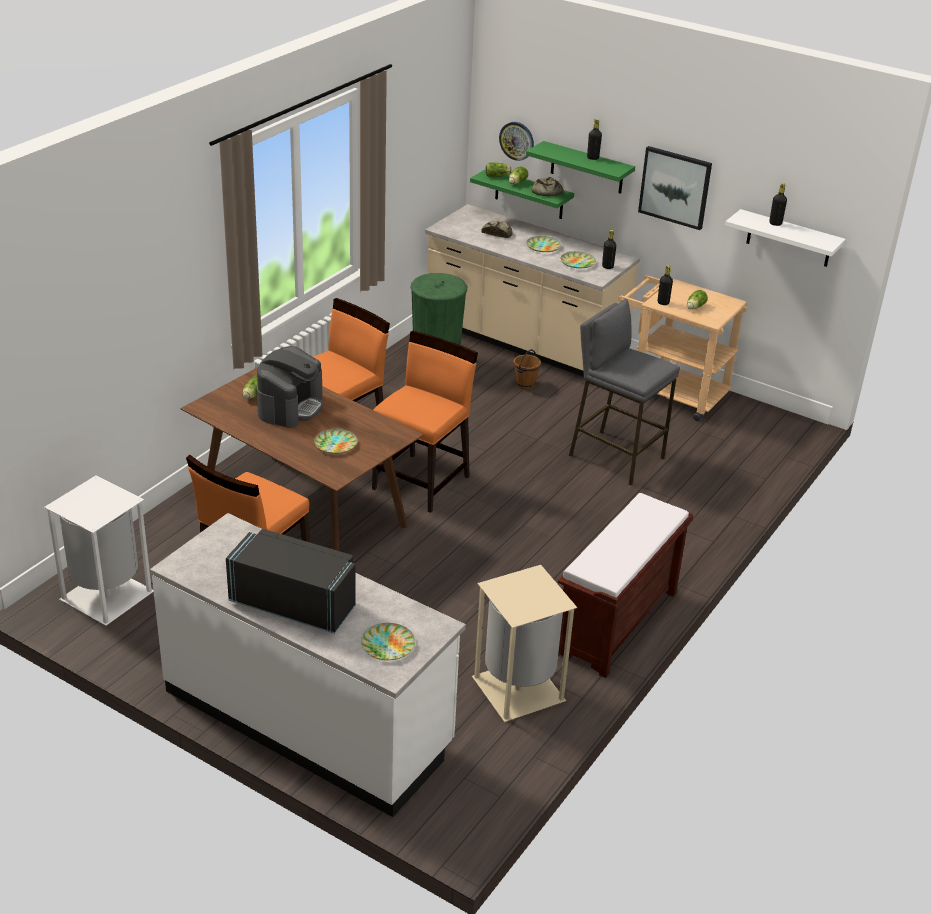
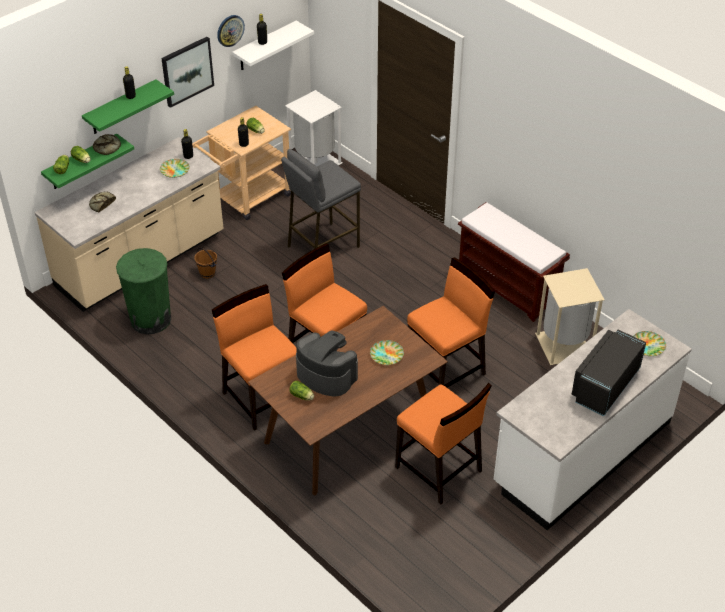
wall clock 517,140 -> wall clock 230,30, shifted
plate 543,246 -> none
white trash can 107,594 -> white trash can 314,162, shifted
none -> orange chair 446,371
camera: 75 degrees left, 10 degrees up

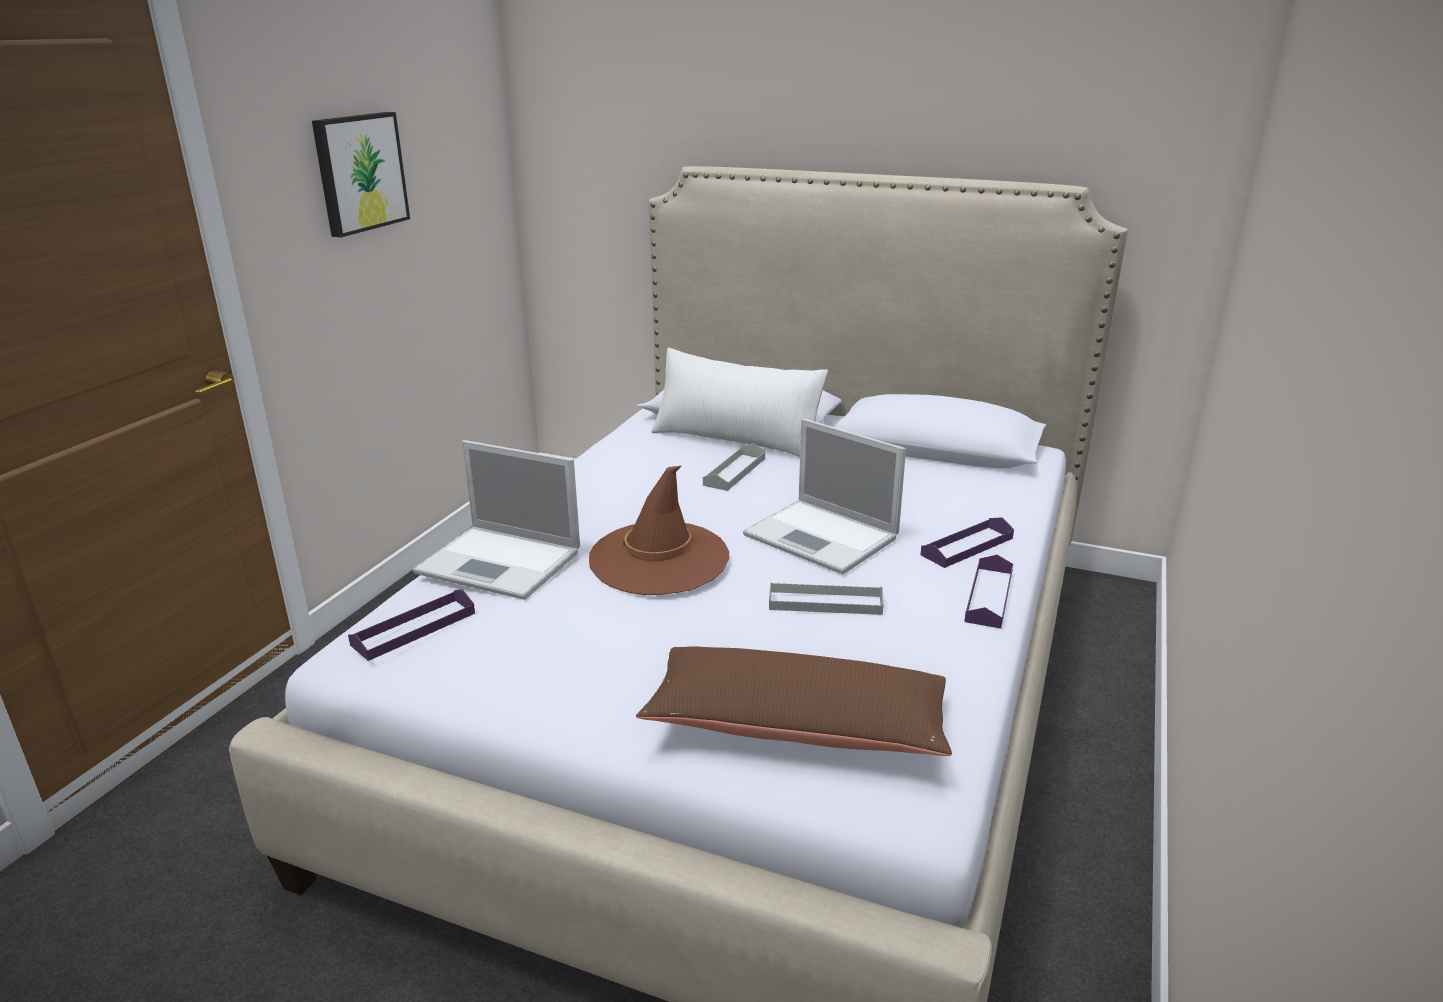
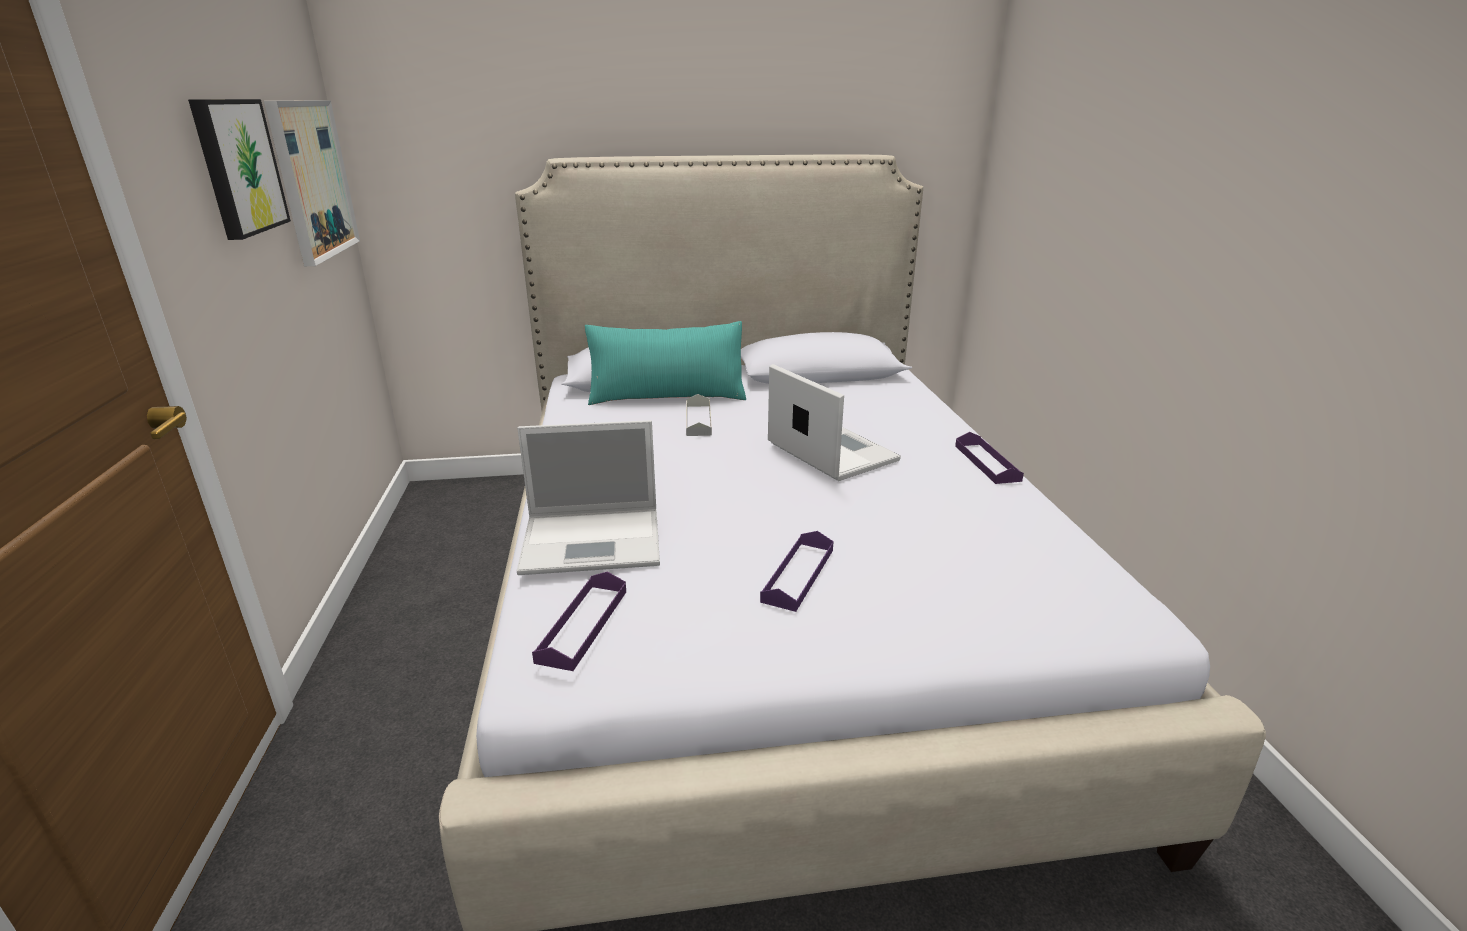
white pillow 736,439 -> turquoise pillow 667,396
laptop 823,537 -> laptop 830,451, 135 degrees counterclockwise
brown hat 659,559 -> none
purple tray 967,546 -> purple tray 798,575, shifted
grey tray 825,603 -> none
brown pillow 797,725 -> none
none -> picture 312,179
camera: 30 degrees left, 0 degrees up

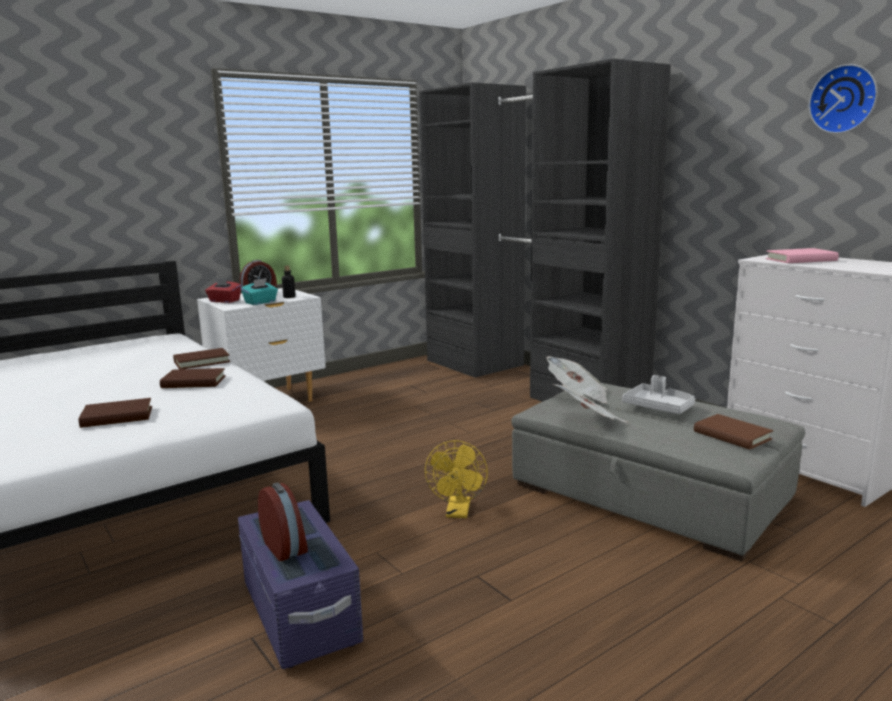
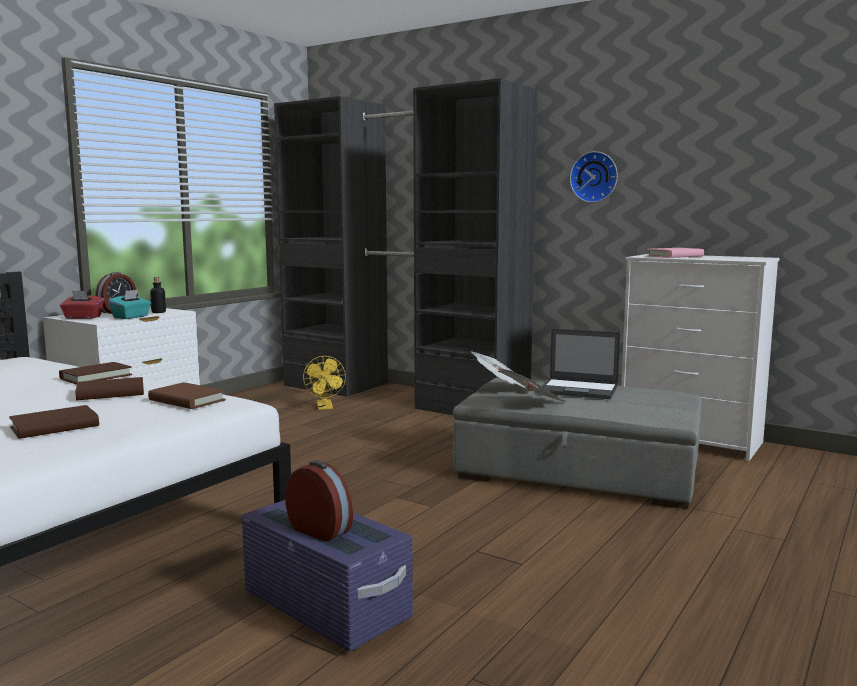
wall clock 844,99 -> wall clock 594,177, shifted
grey tray 658,407 -> laptop 580,390
brown book 732,435 -> brown book 187,400, shifted
yellow fan 458,513 -> yellow fan 325,407, shifted
camera: 20 degrees left, 5 degrees down

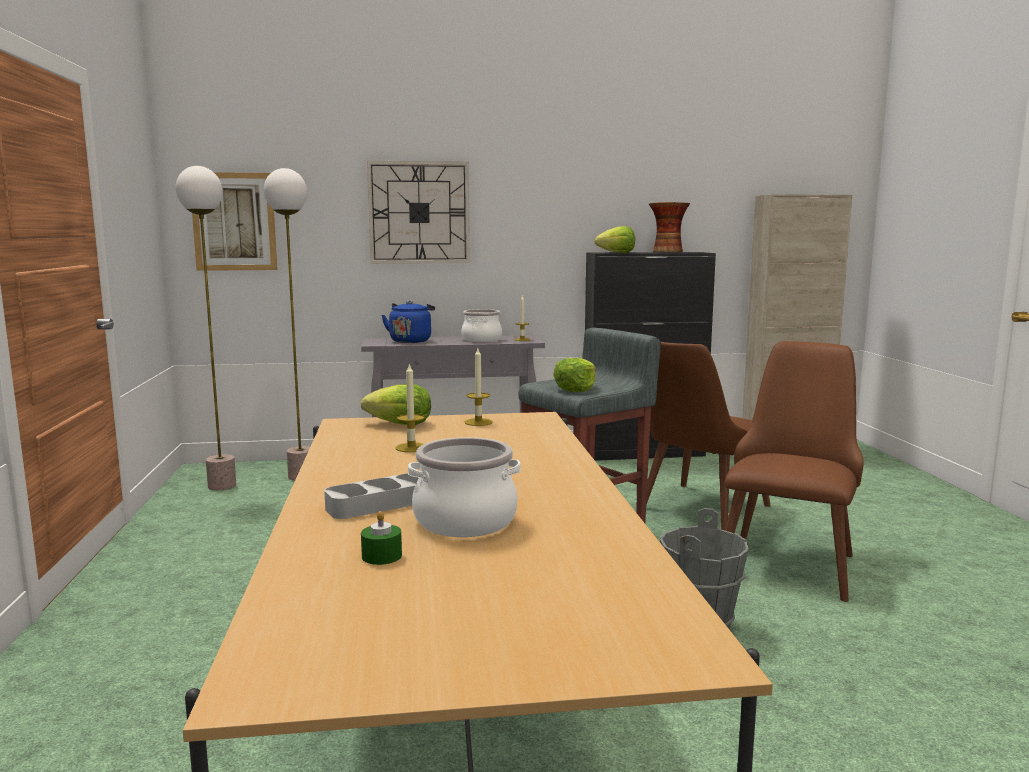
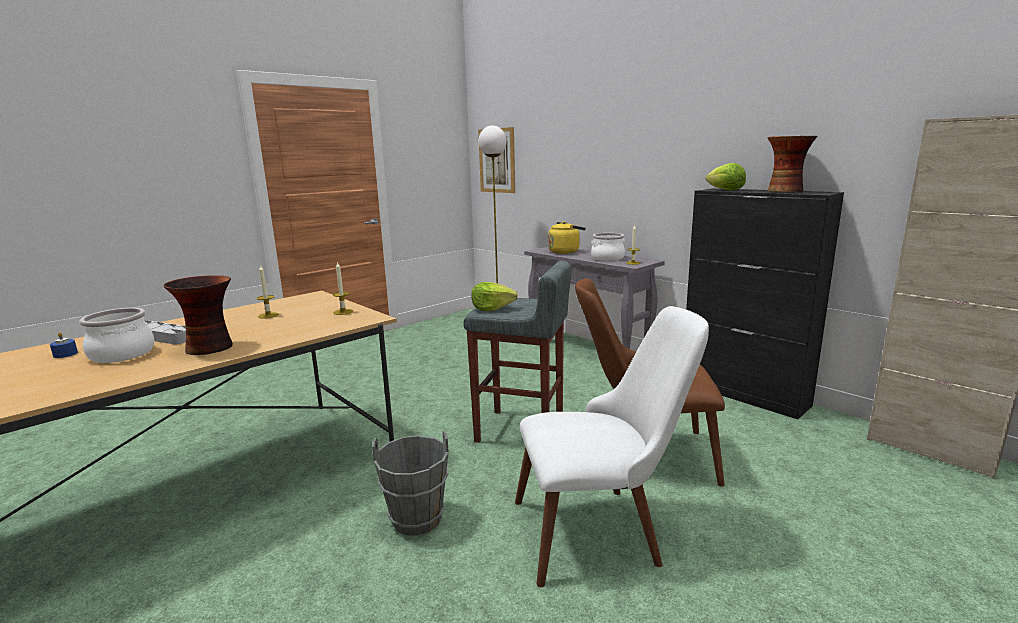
wall clock 419,213 -> none
floor lamp 222,485 -> none
blue kettle 411,341 -> yellow kettle 565,251
brown chair 789,558 -> white chair 603,529
lettuce 400,424 -> none
green candle 381,556 -> blue candle 65,354
none -> vase 211,347
camera: 55 degrees right, 5 degrees up

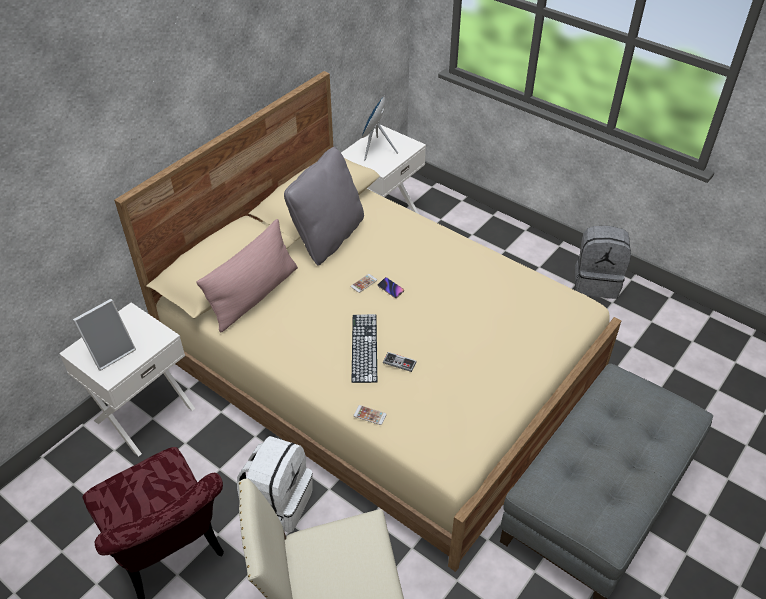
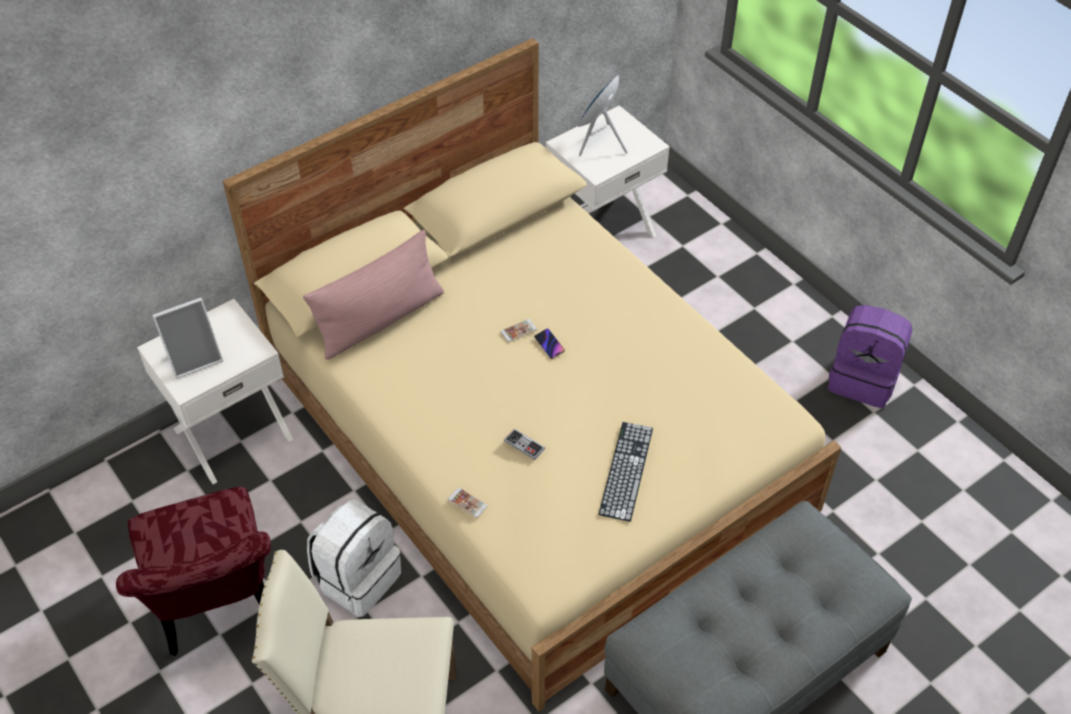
grey pillow 328,238 -> none
grey backpack 596,282 -> purple backpack 863,379
keyboard 364,347 -> keyboard 626,470, shifted
camera: 15 degrees right, 5 degrees up

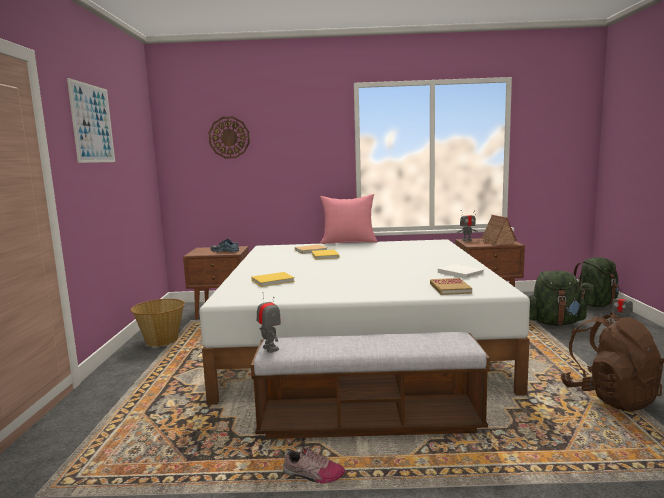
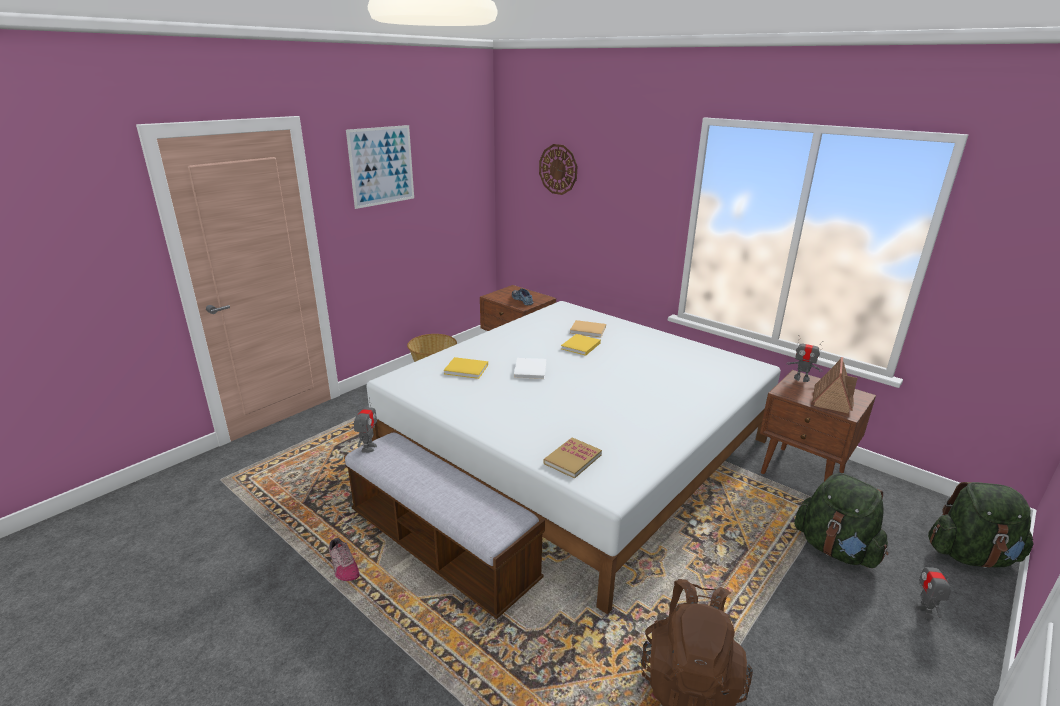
pink pillow 349,242 -> none
white book 459,272 -> white book 530,369, shifted
camera: 40 degrees right, 15 degrees up

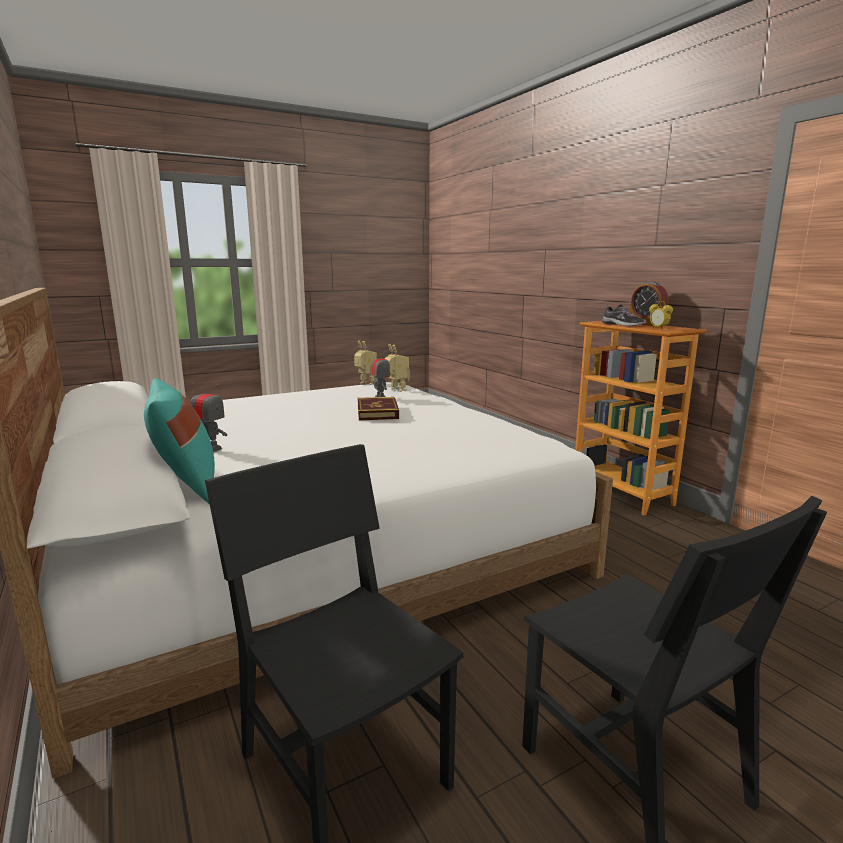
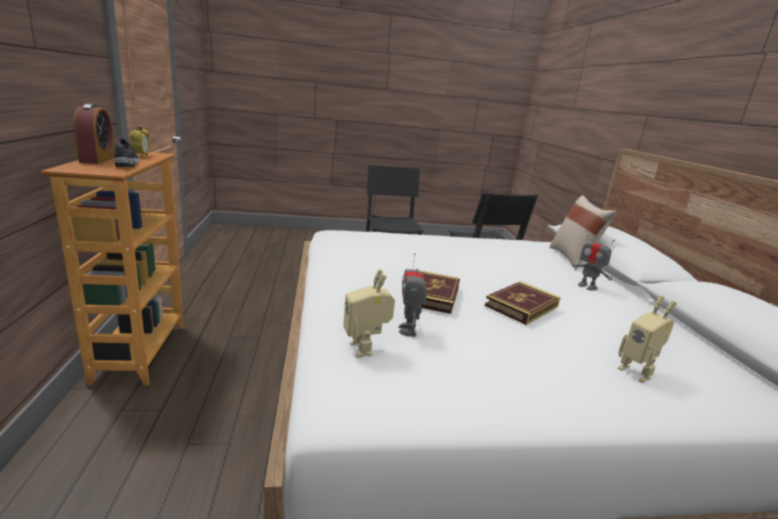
toy robot 366,383 -> toy robot 636,372, shifted
turquoise pillow 186,487 -> beige pillow 573,259
none -> book 521,306
camera: 160 degrees left, 5 degrees up

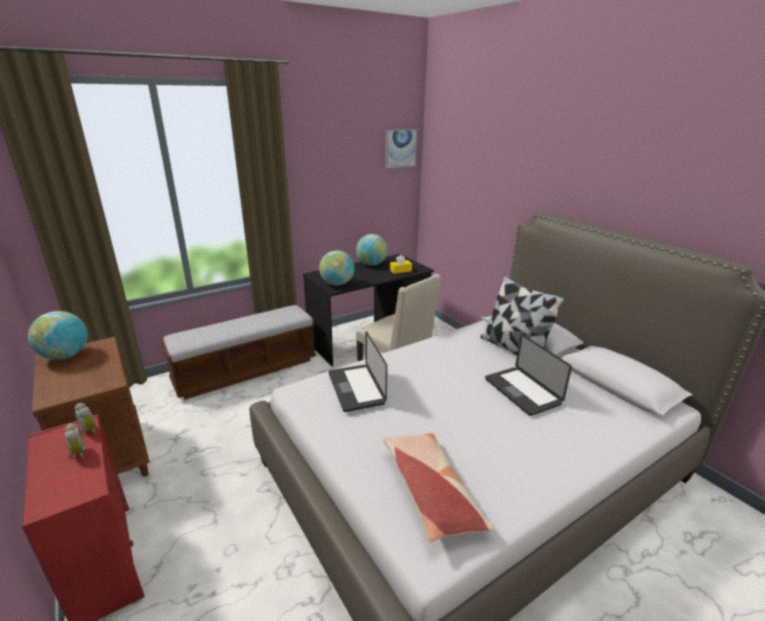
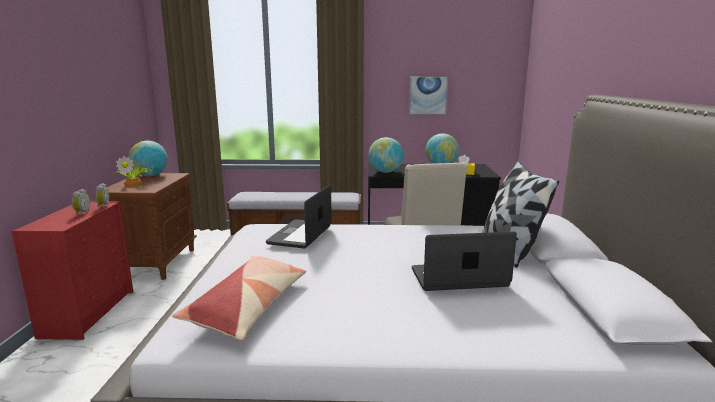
picture 400,148 -> picture 428,95, shifted
laptop 522,391 -> laptop 459,278, 75 degrees clockwise
none -> potted plant 134,185
camera: 35 degrees right, 10 degrees down

